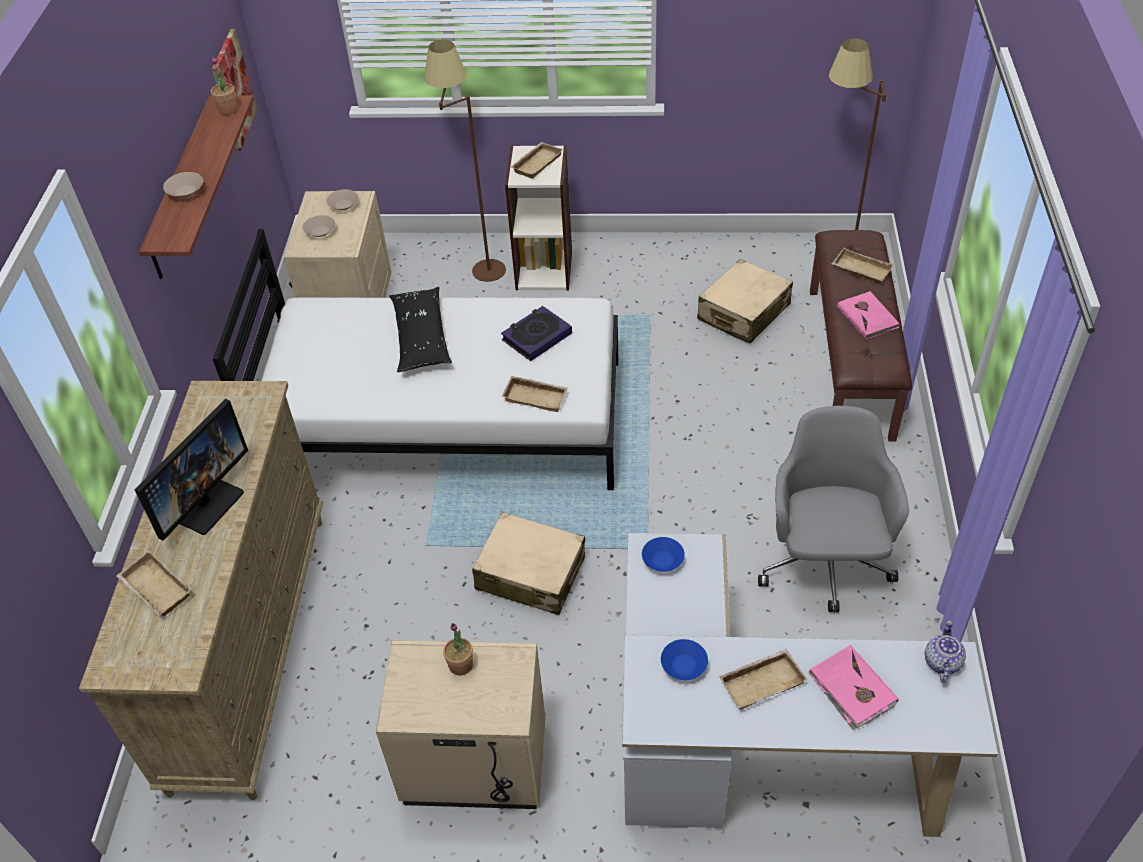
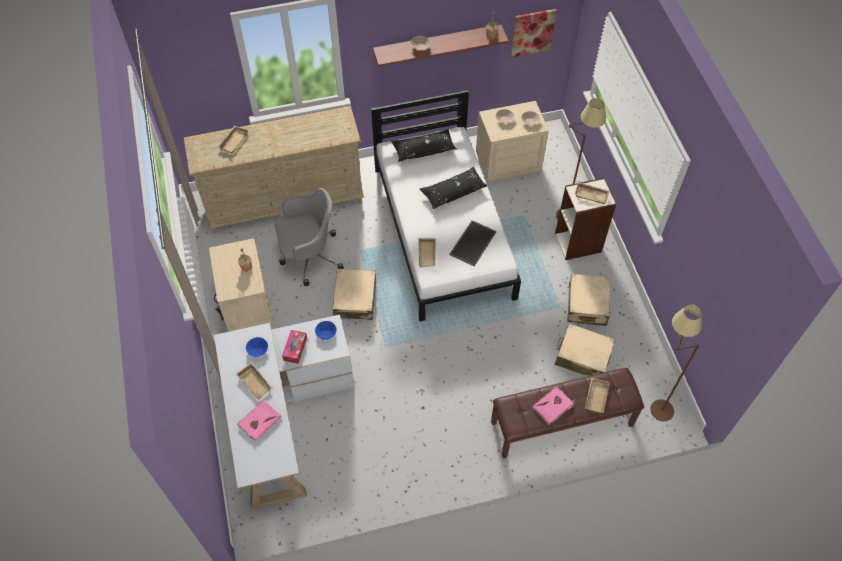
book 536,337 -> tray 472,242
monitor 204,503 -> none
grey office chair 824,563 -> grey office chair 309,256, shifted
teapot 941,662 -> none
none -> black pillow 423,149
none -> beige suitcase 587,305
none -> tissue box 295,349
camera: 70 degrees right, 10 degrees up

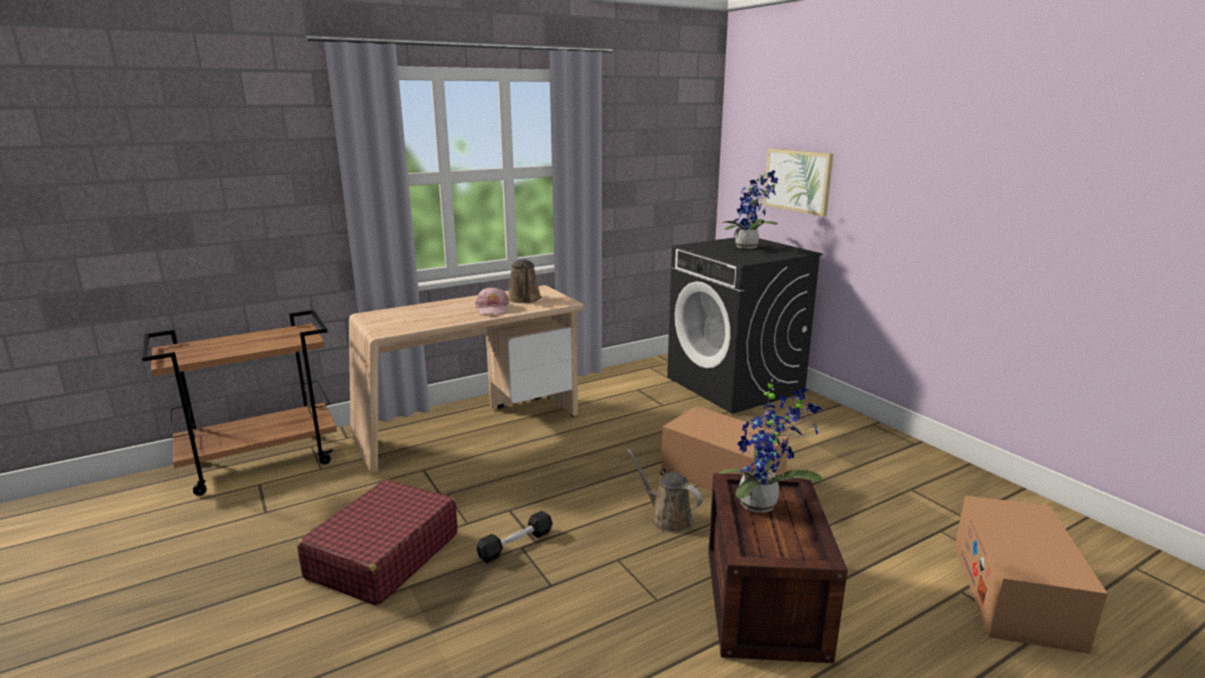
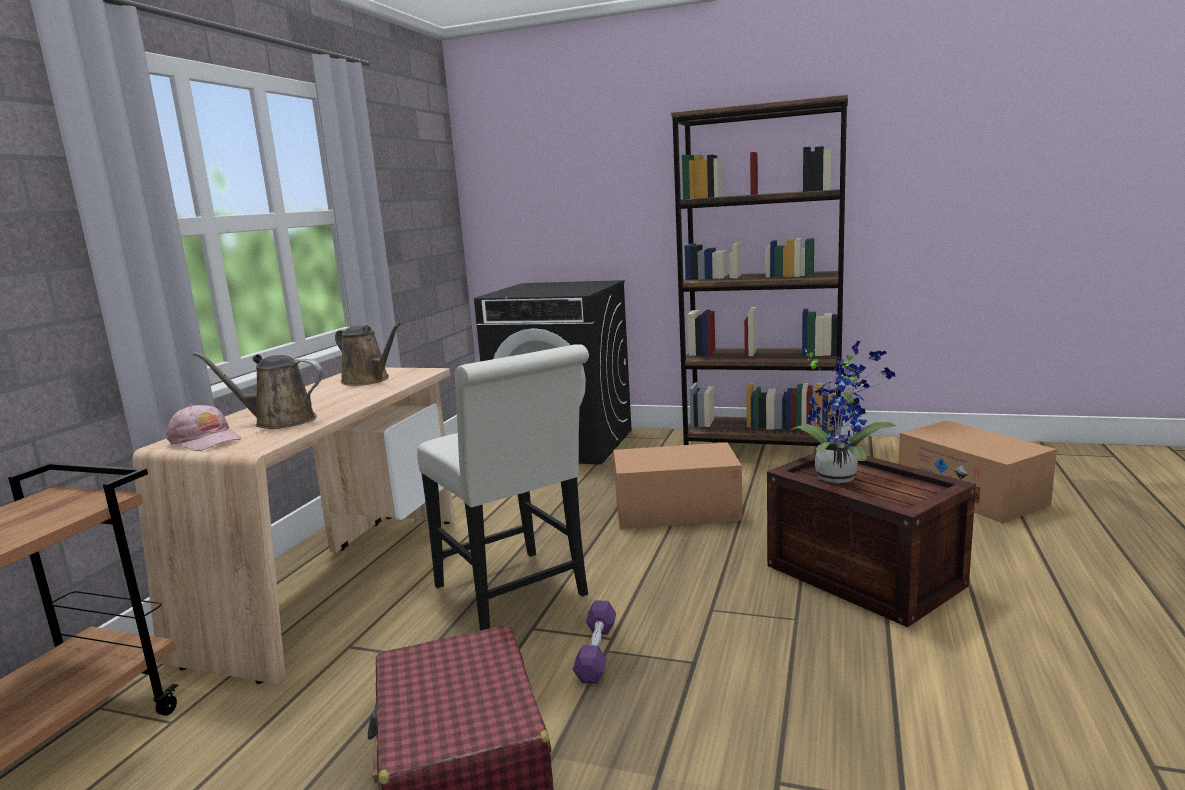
picture 798,181 -> none
potted plant 749,247 -> none
pink cap 493,309 -> pink cap 206,440, shifted
brown watering can 667,517 -> brown watering can 279,421, shifted
black dumbbell 515,544 -> purple dumbbell 596,652
none -> brown bookcase 762,443
none -> white chair 515,595
camera: 40 degrees left, 5 degrees down

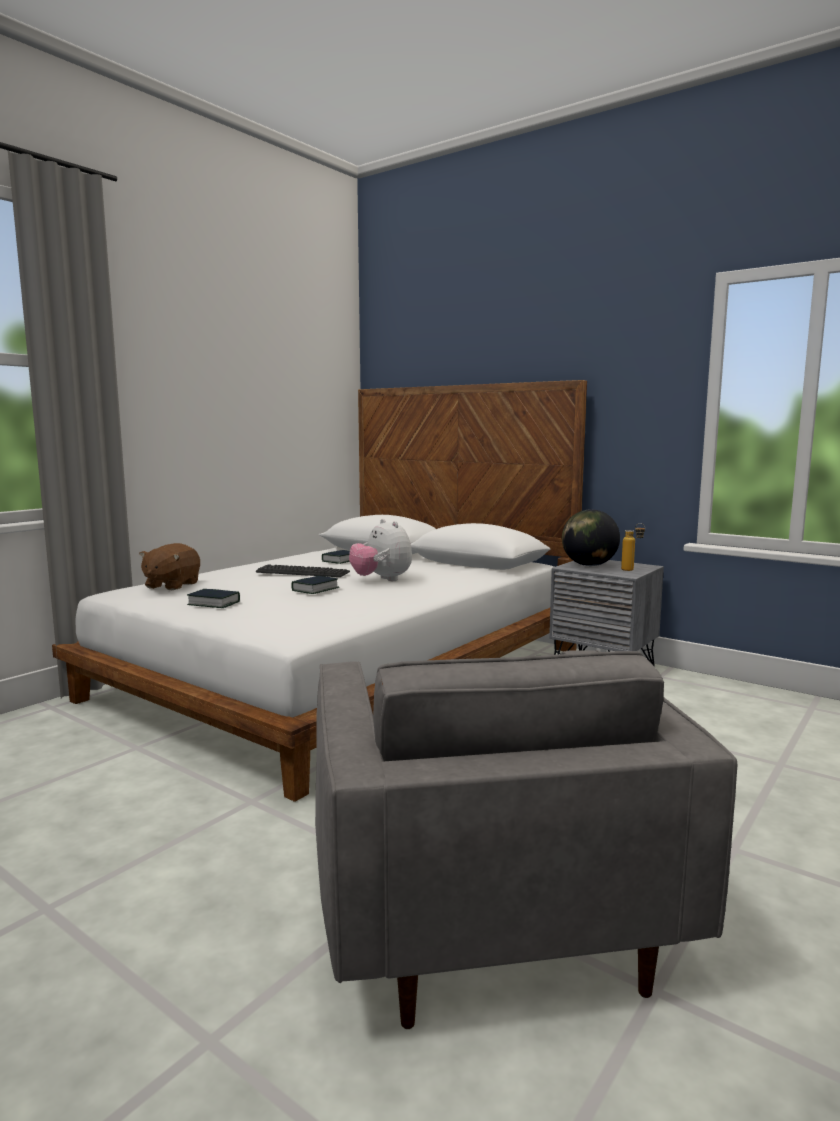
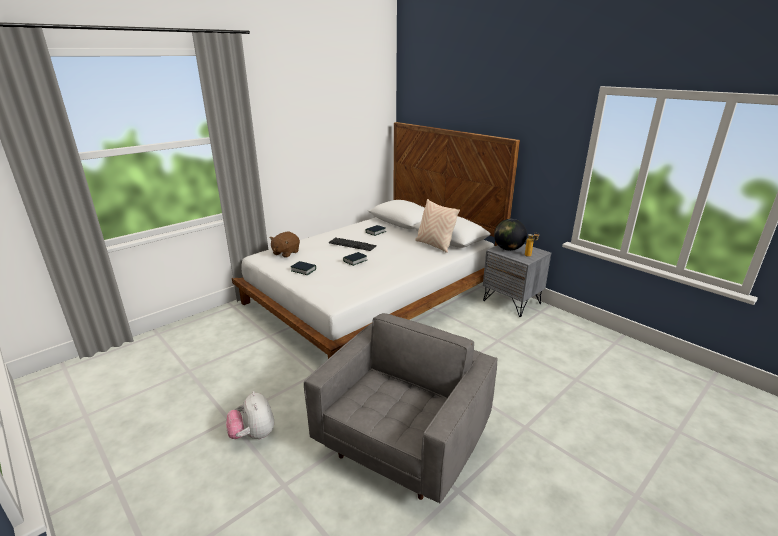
plush toy 381,580 -> plush toy 253,435, shifted
grey armchair 489,908 -> grey armchair 403,443, 150 degrees counterclockwise
none -> beige pillow 434,245
camera: 10 degrees right, 15 degrees up

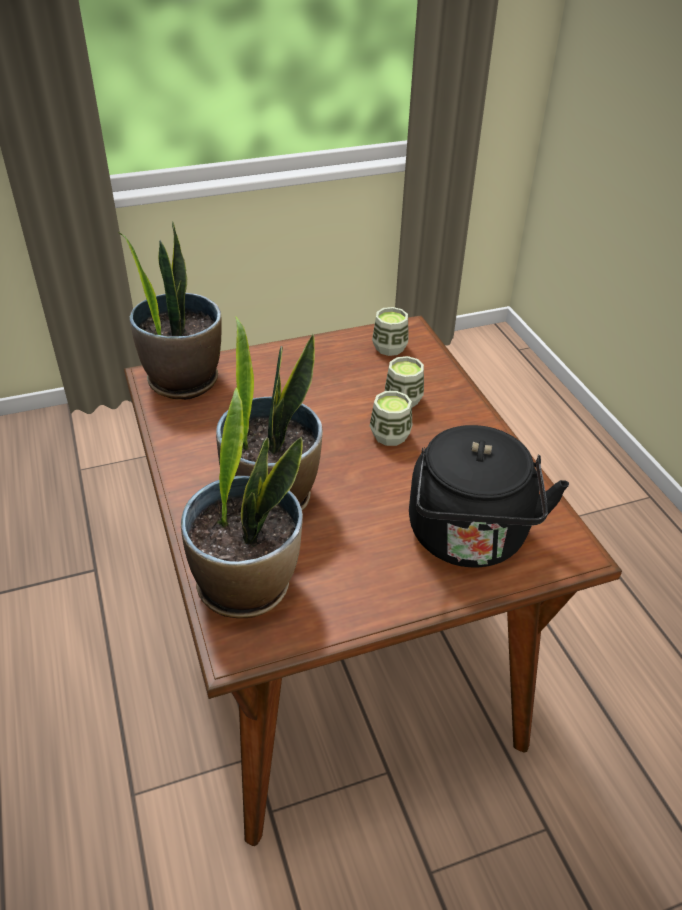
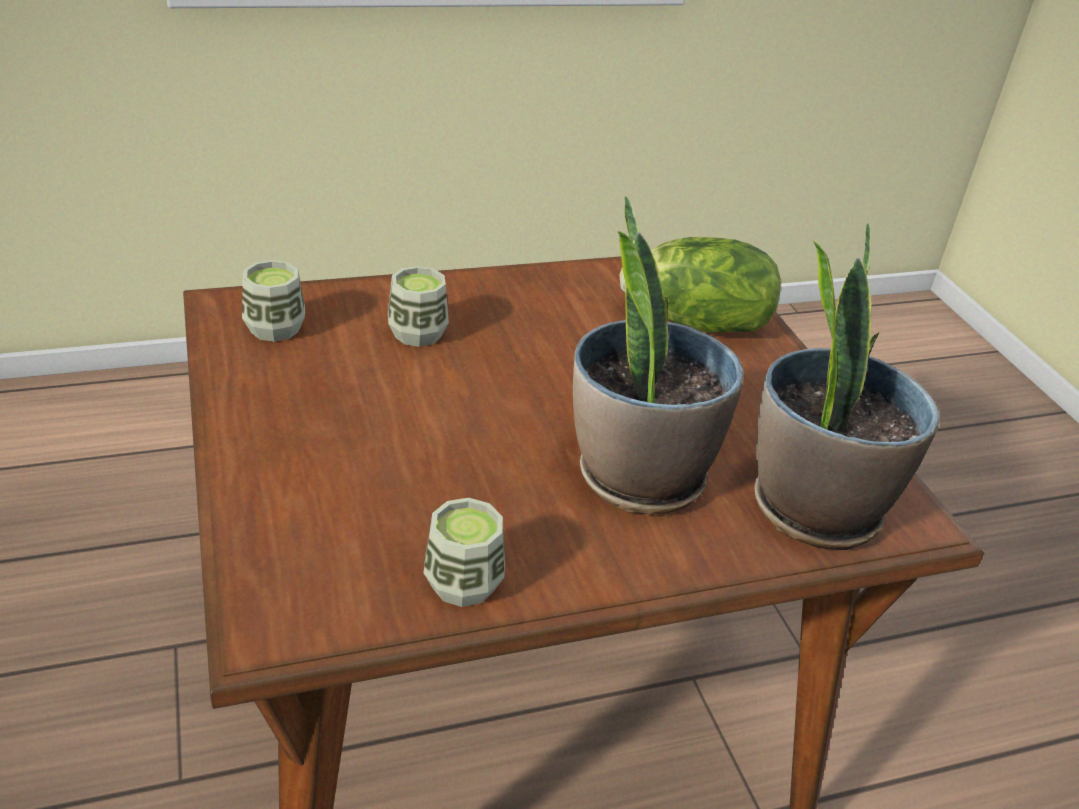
potted plant 183,380 -> none
cup 390,435 -> cup 463,583, shifted
black kettle 468,539 -> lettuce 698,324
camera: 90 degrees left, 5 degrees down

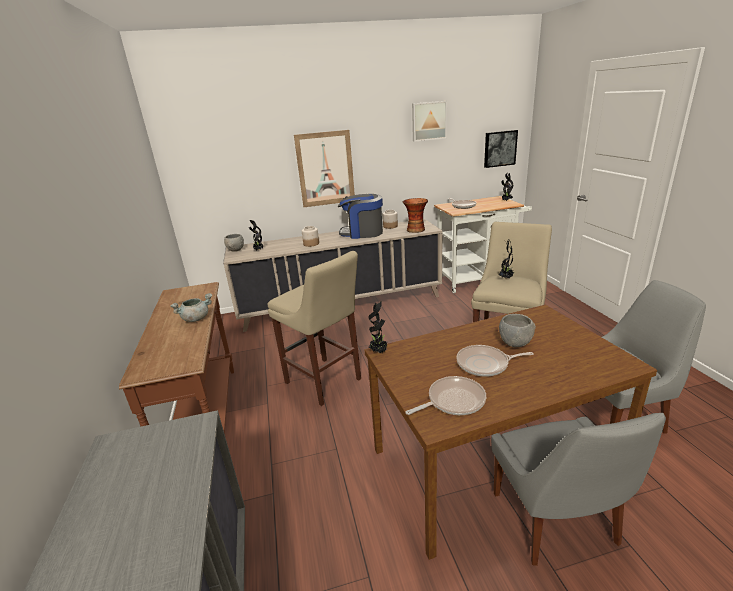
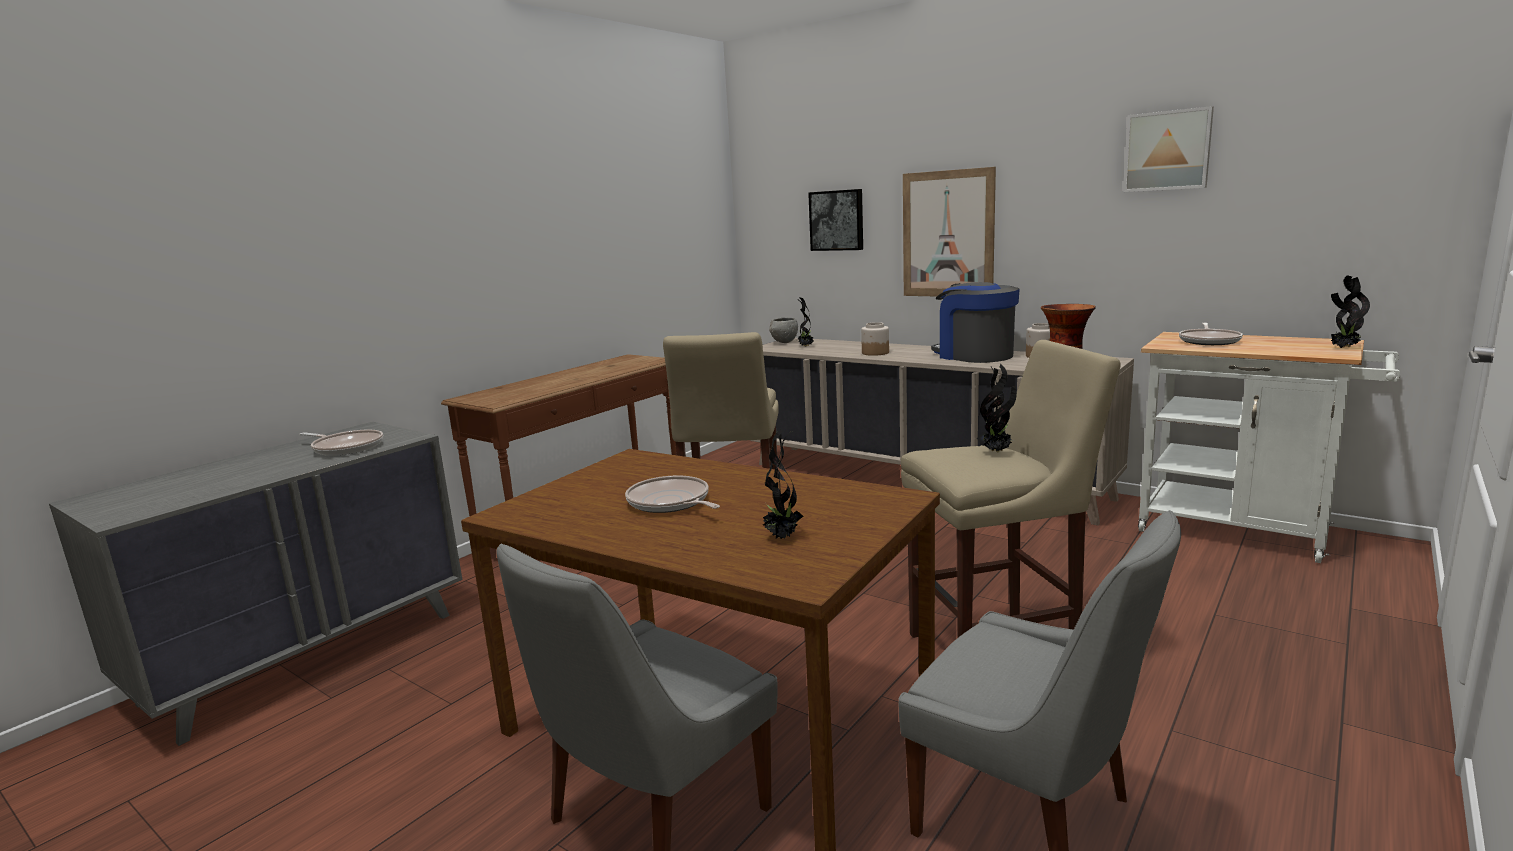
picture 499,148 -> picture 837,220, shifted
grey cooking pot 196,318 -> none
potted plant 379,352 -> potted plant 782,537, shifted
grey bowl 515,344 -> none
frying pan 453,401 -> frying pan 346,447, shifted
camera: 50 degrees right, 10 degrees down

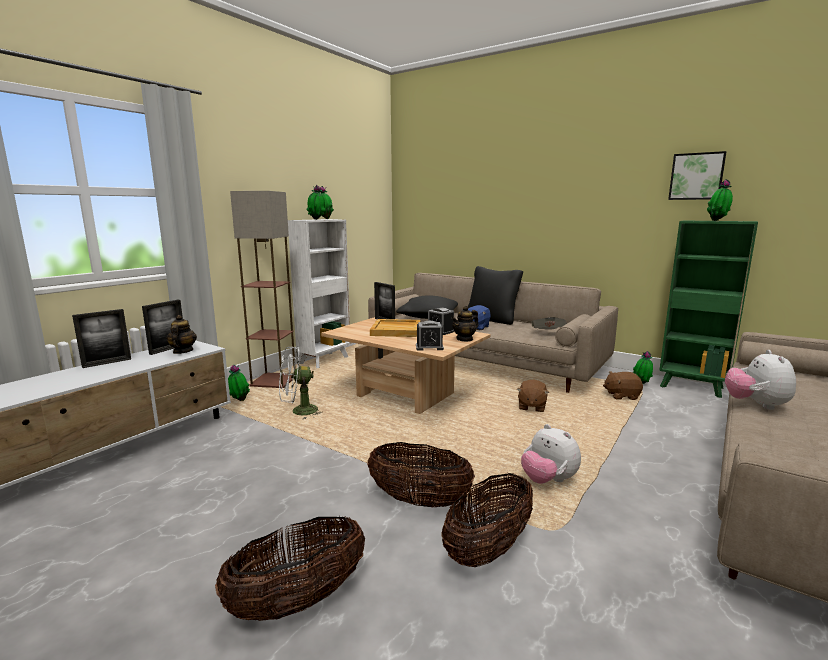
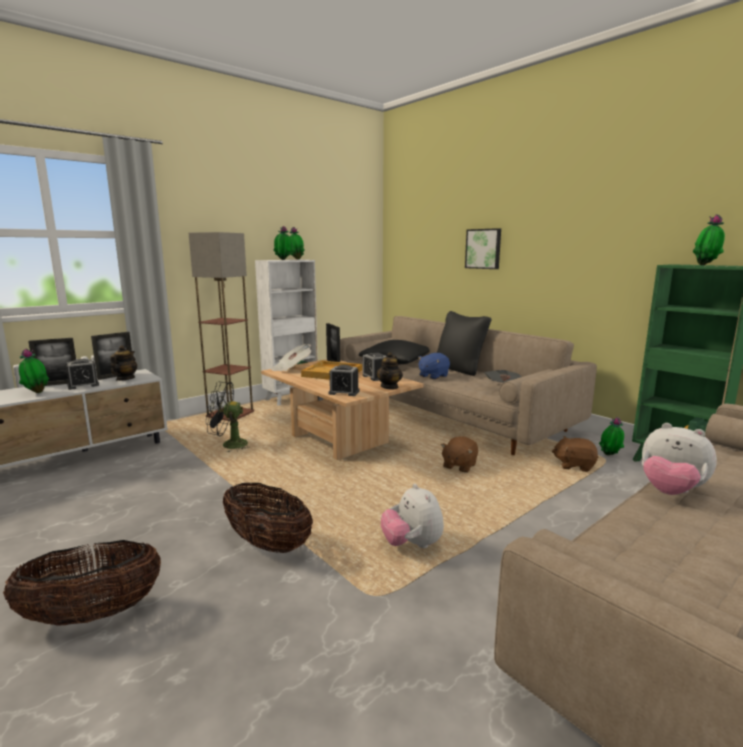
picture 696,176 -> picture 483,249, shifted
teapot 465,339 -> teapot 389,387, 45 degrees counterclockwise
white fan 299,412 -> black fan 229,445
plush toy 756,405 -> plush toy 670,491, 75 degrees counterclockwise
potted plant 239,400 -> potted plant 36,392, shifted
basket 488,549 -> none
none -> newspaper 291,368
none -> alarm clock 83,385
camera: 15 degrees right, 0 degrees up

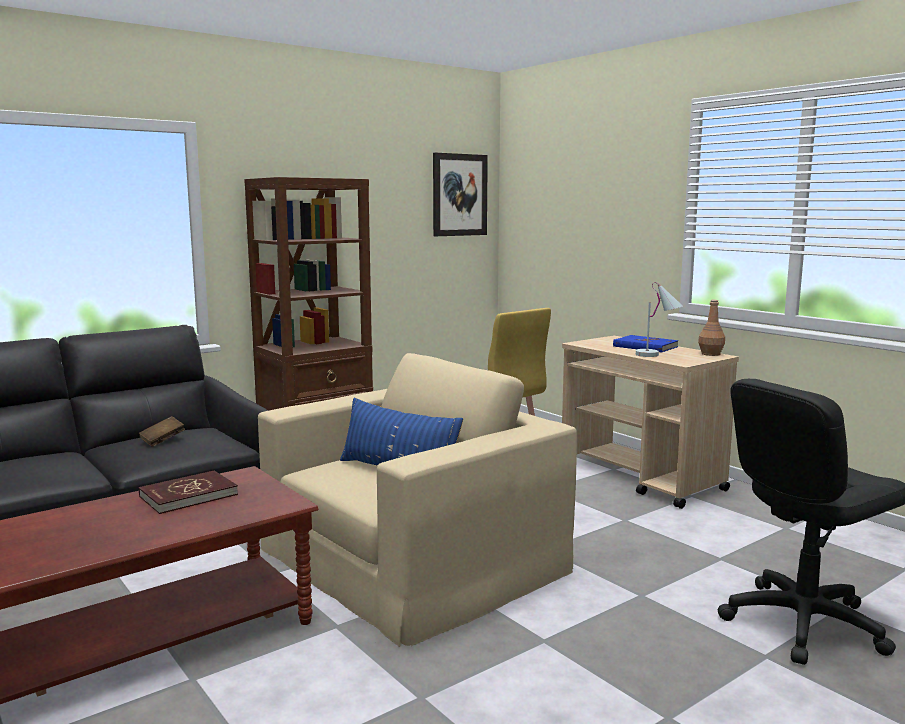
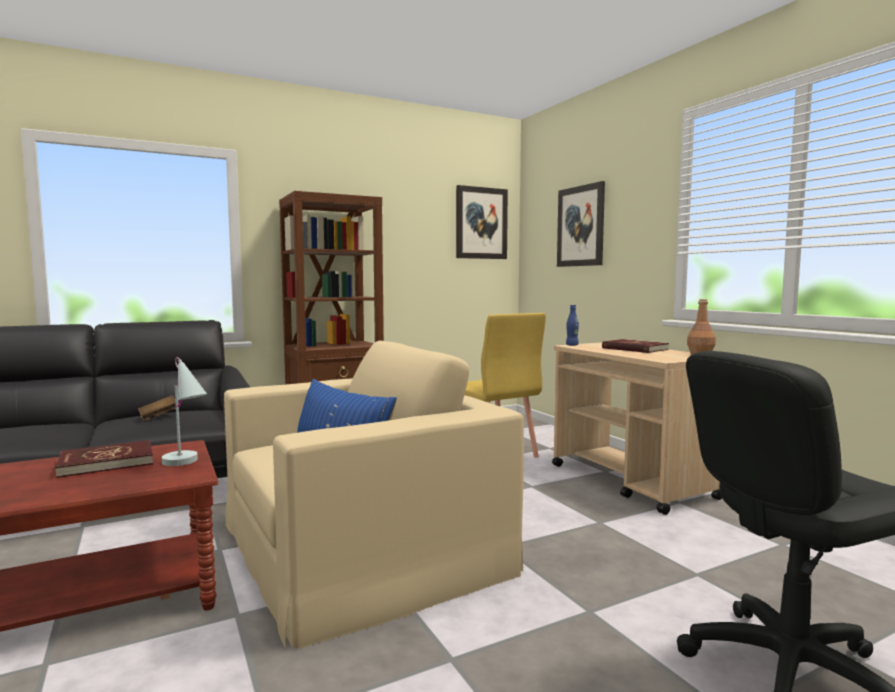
white table lamp 657,355 -> white table lamp 187,464, shifted
blue book 645,346 -> red book 634,349
none -> picture 580,226
none -> blue bottle 572,345
camera: 10 degrees right, 5 degrees down

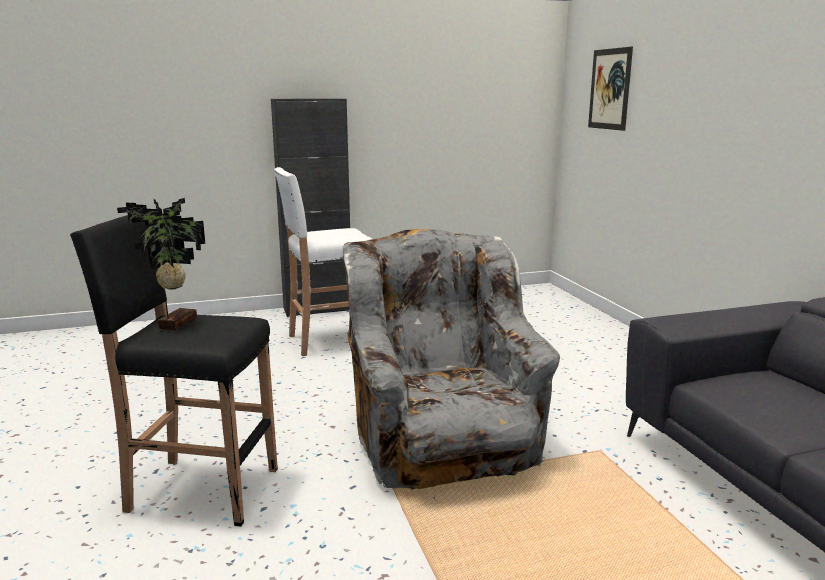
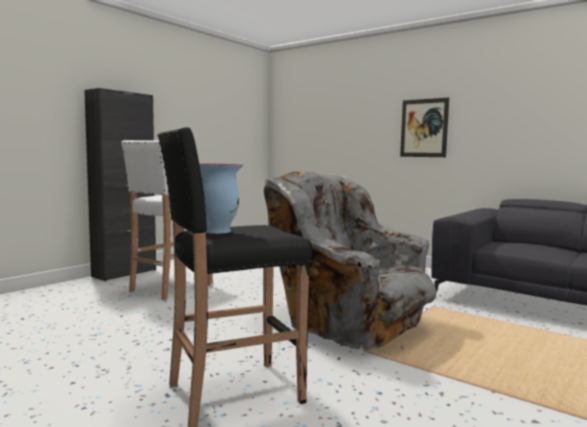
picture 609,89 -> picture 424,128, shifted
potted plant 175,323 -> vase 216,231
camera: 35 degrees left, 10 degrees down

